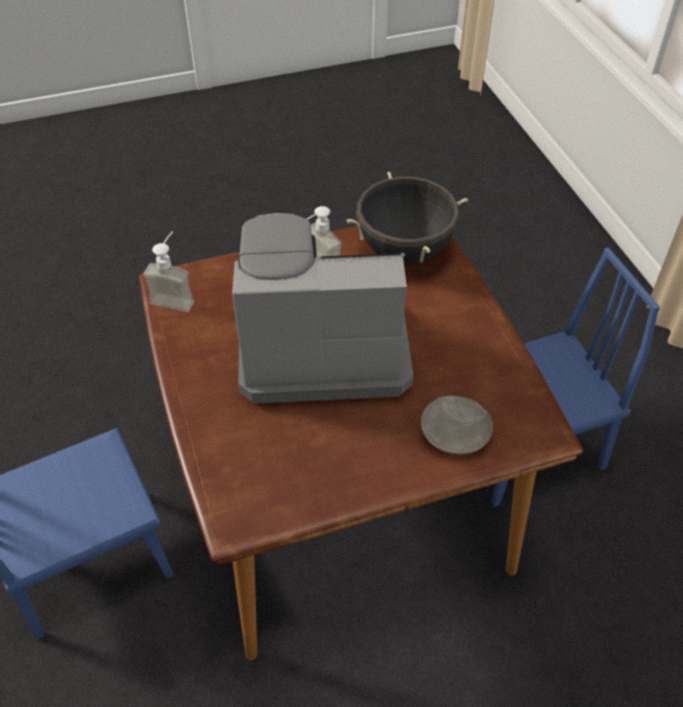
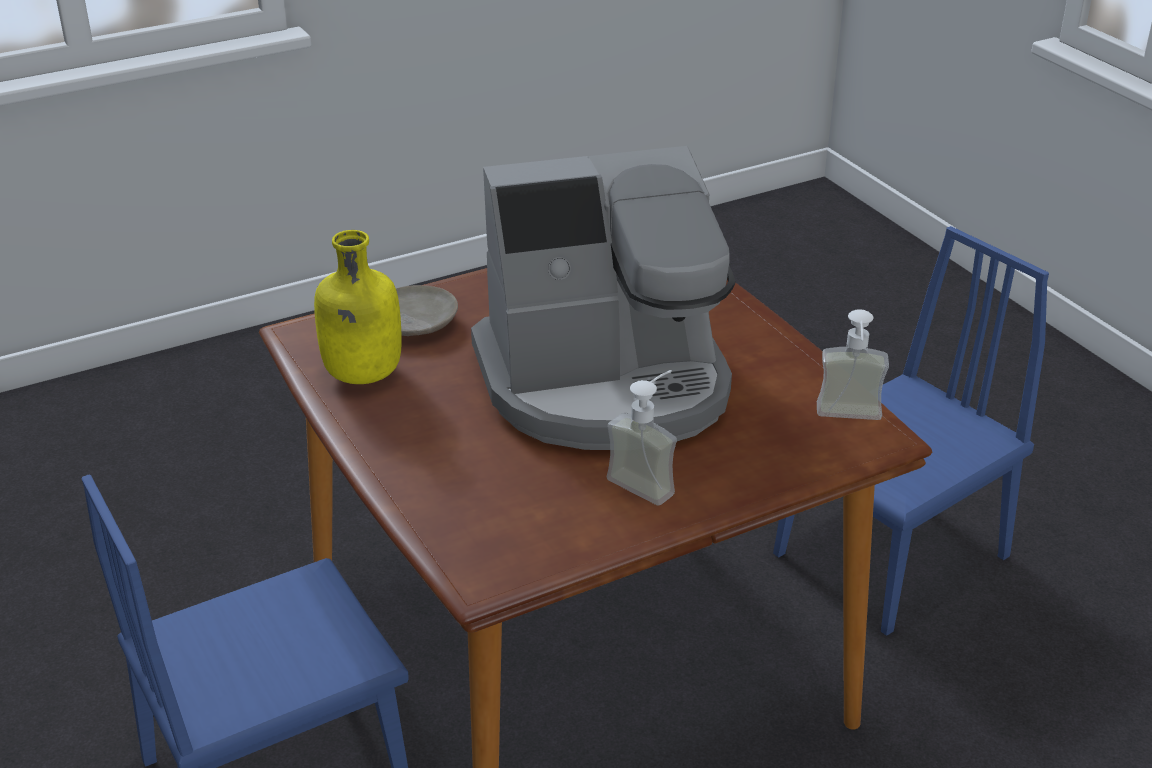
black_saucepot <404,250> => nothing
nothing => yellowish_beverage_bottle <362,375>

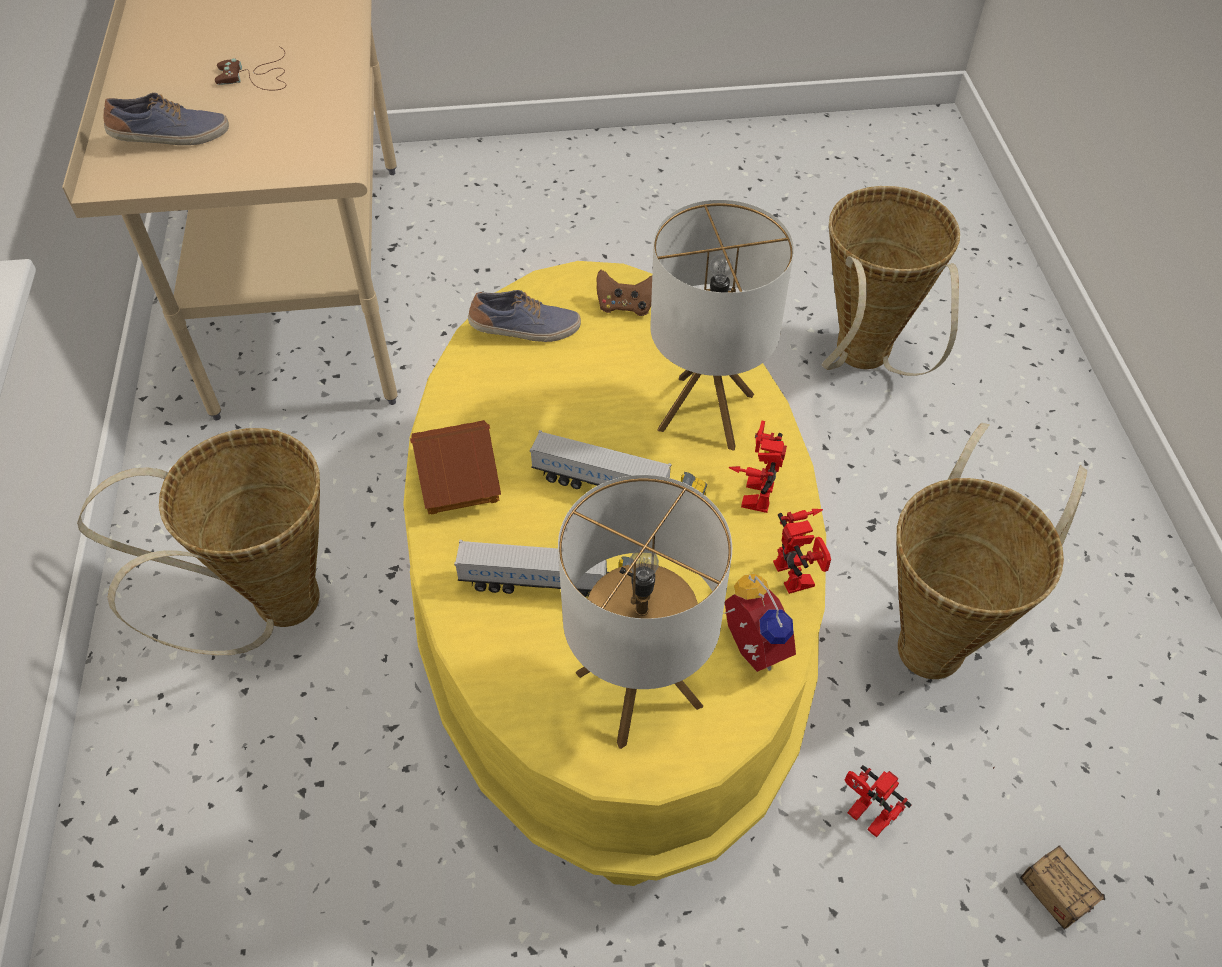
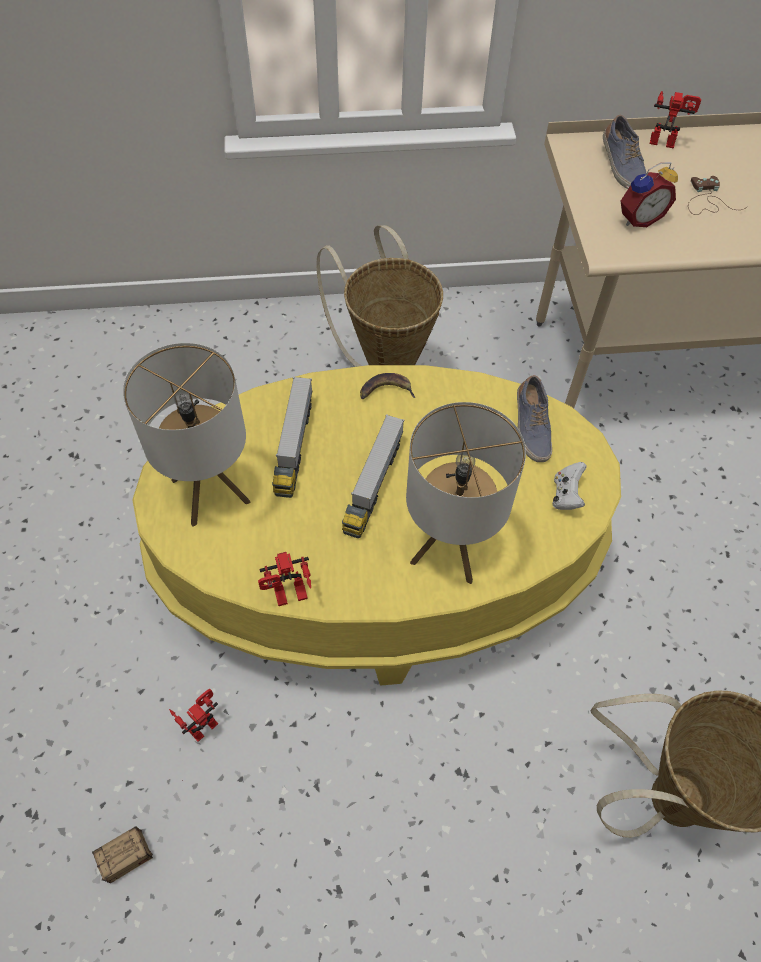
toy_house <456,478> => banana_fruit <385,391>
brownish_gamepad <625,306> => white-coloured_gamepad <566,495>
bedside_clock <749,650> => bedside_clock <638,218>, shifted
toy_robot <752,491> => toy_robot <664,139>, shifted
basket <937,639> => nothing

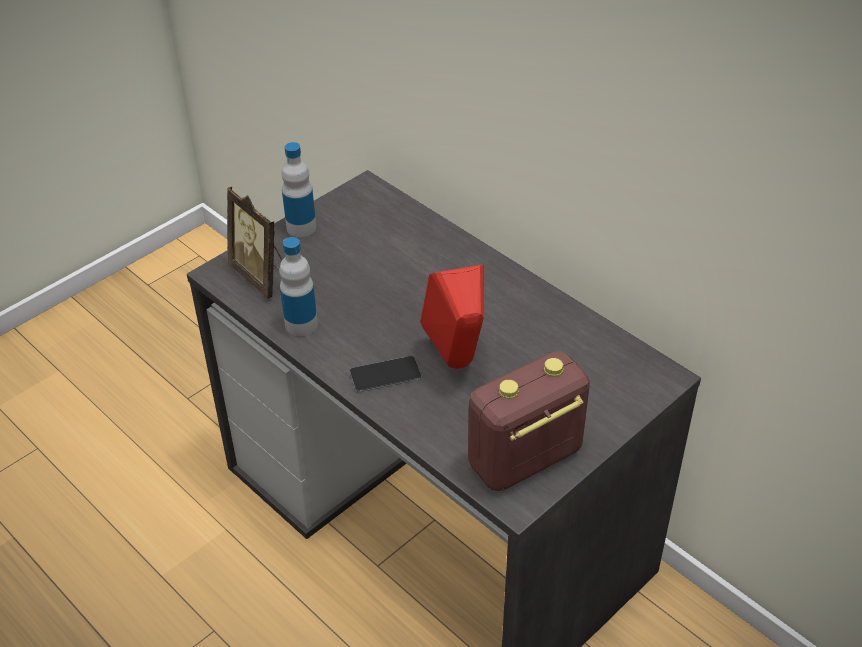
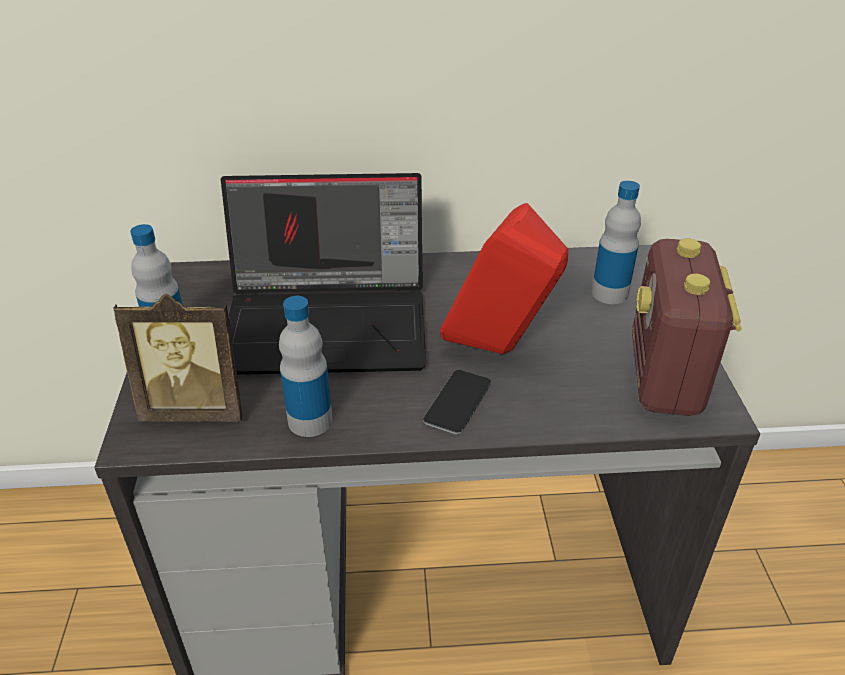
nothing => laptop <330,322>
nothing => beverage_bottle <609,293>

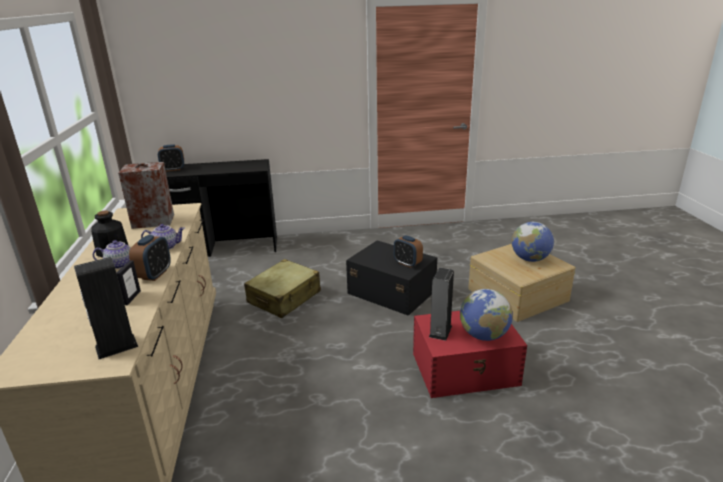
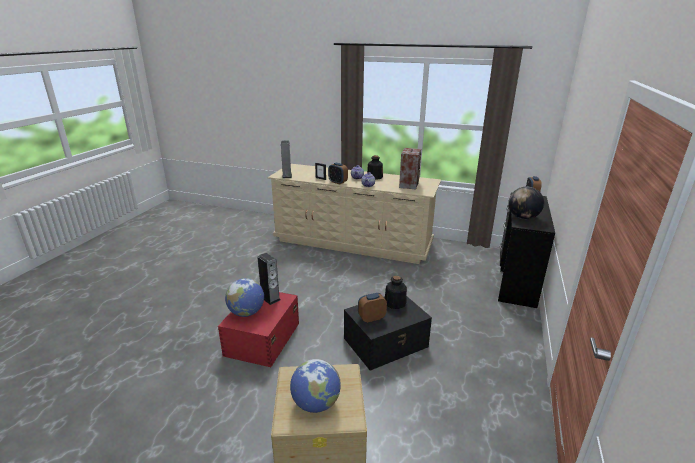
beige-coloured_travel_case <284,297> => nothing
nothing => beverage_bottle <394,303>
nothing => world_globe <522,218>

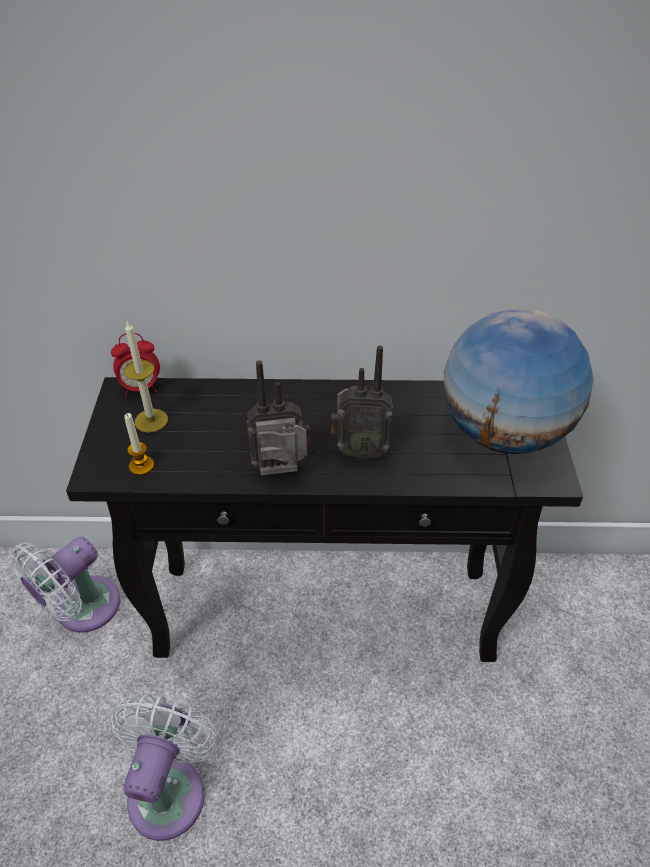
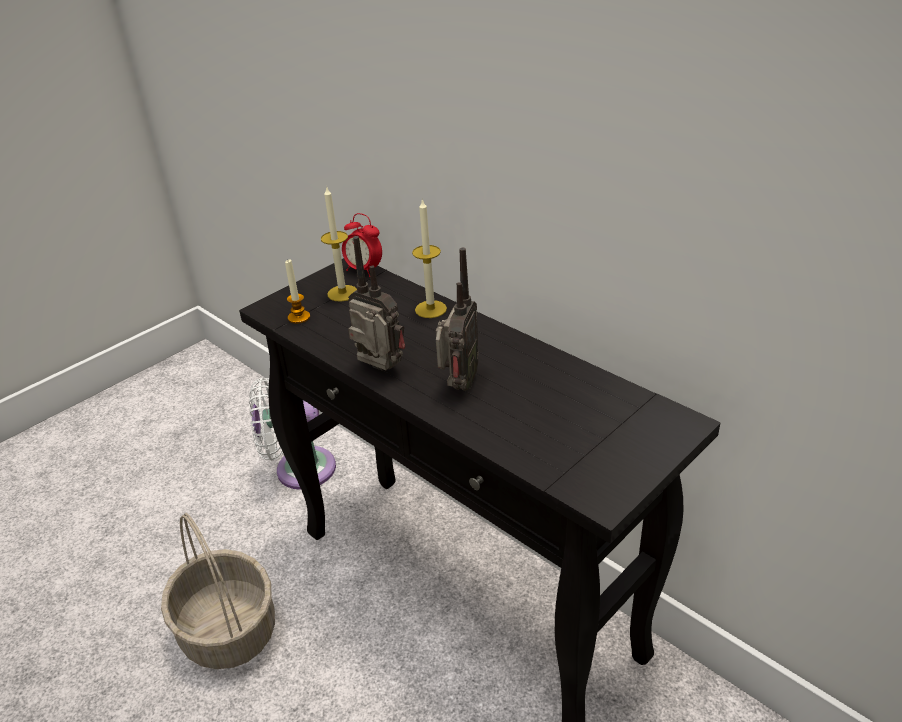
white-coloured_fan <170,788> => basket <227,631>
radio_set <359,451> => radio_set <458,385>, 120 degrees counterclockwise
world_globe <502,432> => nothing
nothing => wax_candle <430,309>

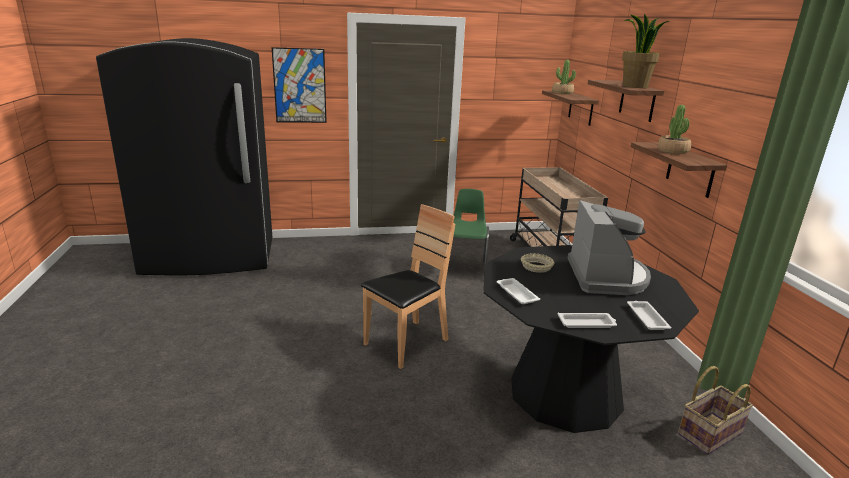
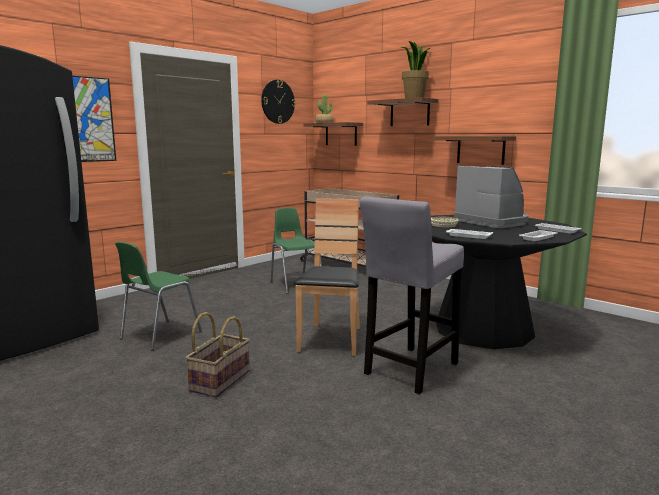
potted_plant <673,151> => nothing
basket <709,433> => basket <219,380>, shifted
nothing => green-coloured_chair <159,336>
nothing => hanging_clock <277,102>
nothing => gray_sitting_stool <409,371>

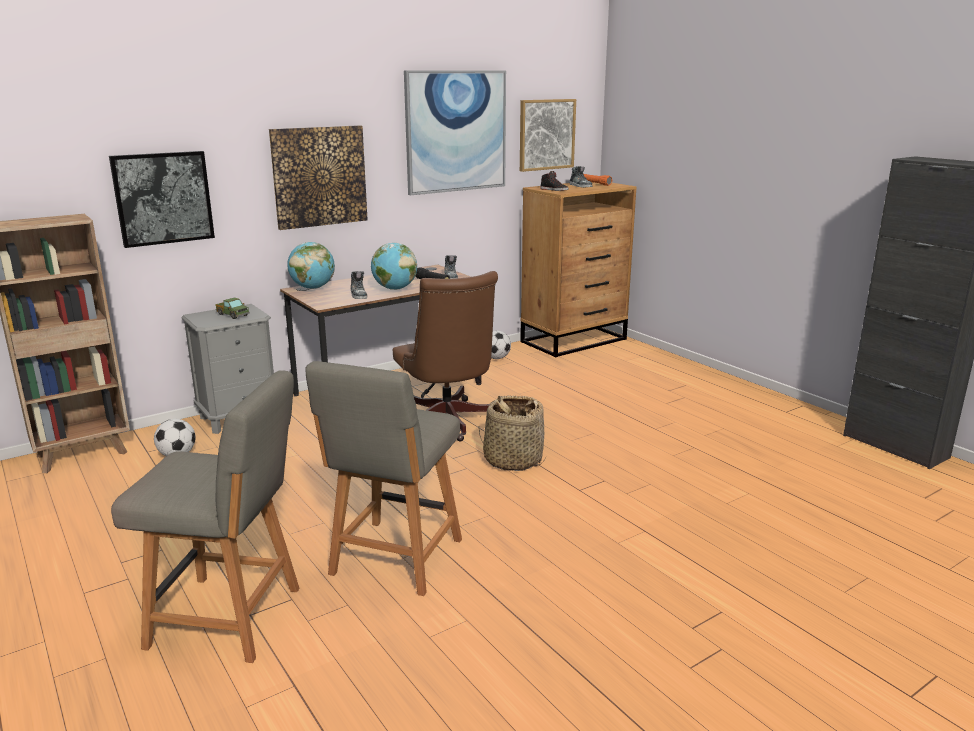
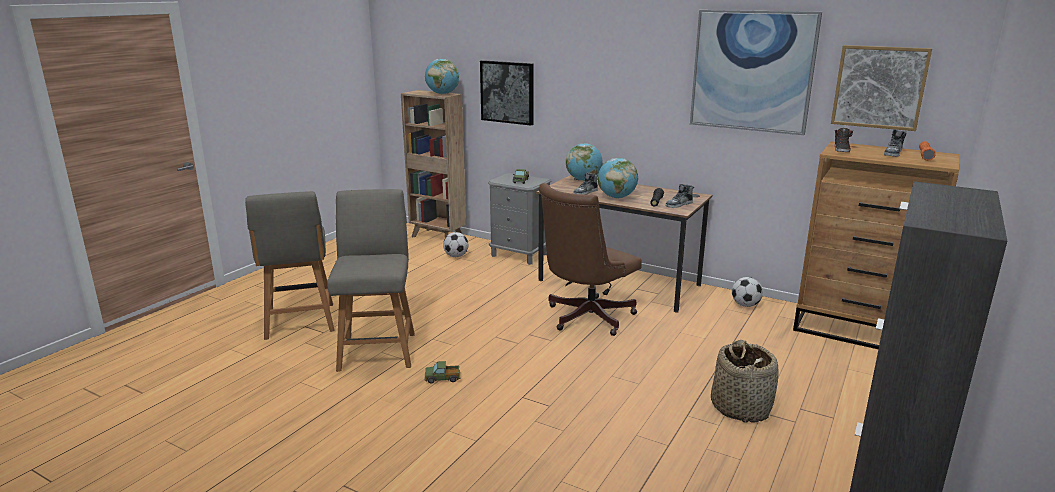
picture <319,176> => nothing
gray_chair <394,559> => gray_chair <377,349>, 90 degrees clockwise
basket <512,460> => basket <740,407>, shifted
nothing => world_globe <442,94>
nothing => model_truck <442,378>

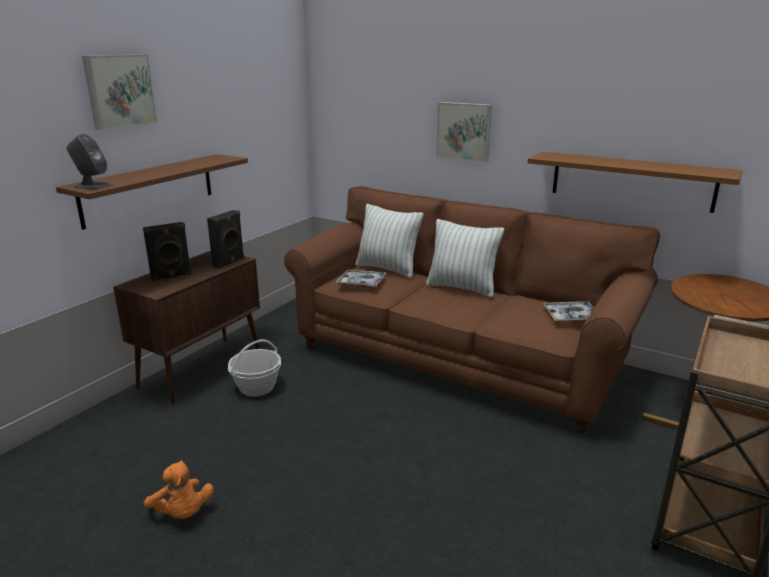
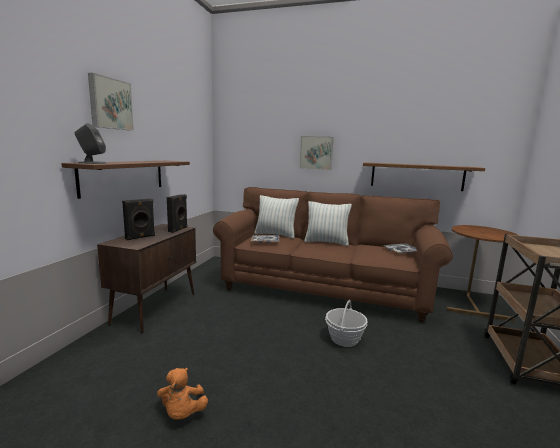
orangey_cuddly_toy <182,513> => orangey_cuddly_toy <182,413>, 45 degrees clockwise
basket <257,387> => basket <344,339>, shifted

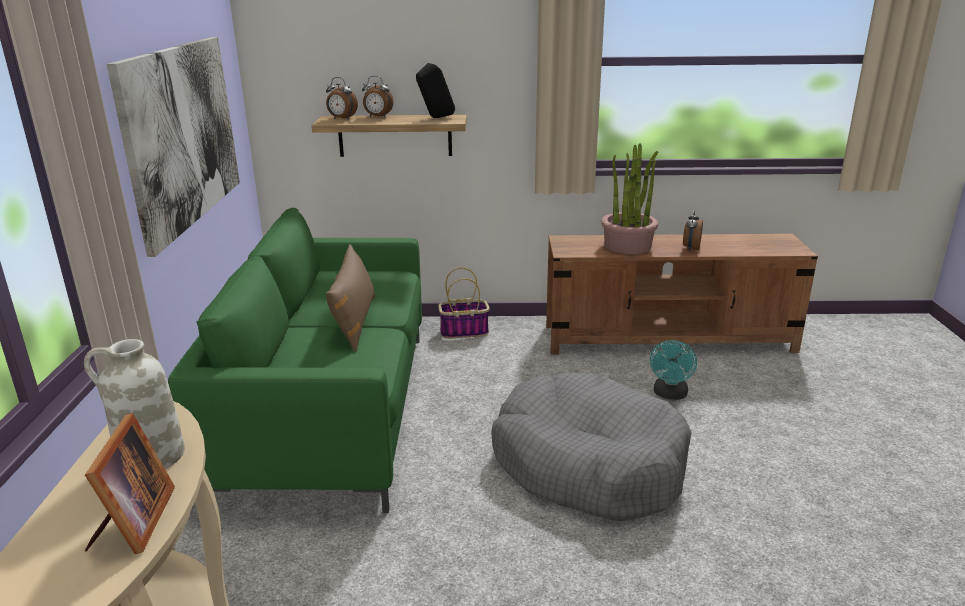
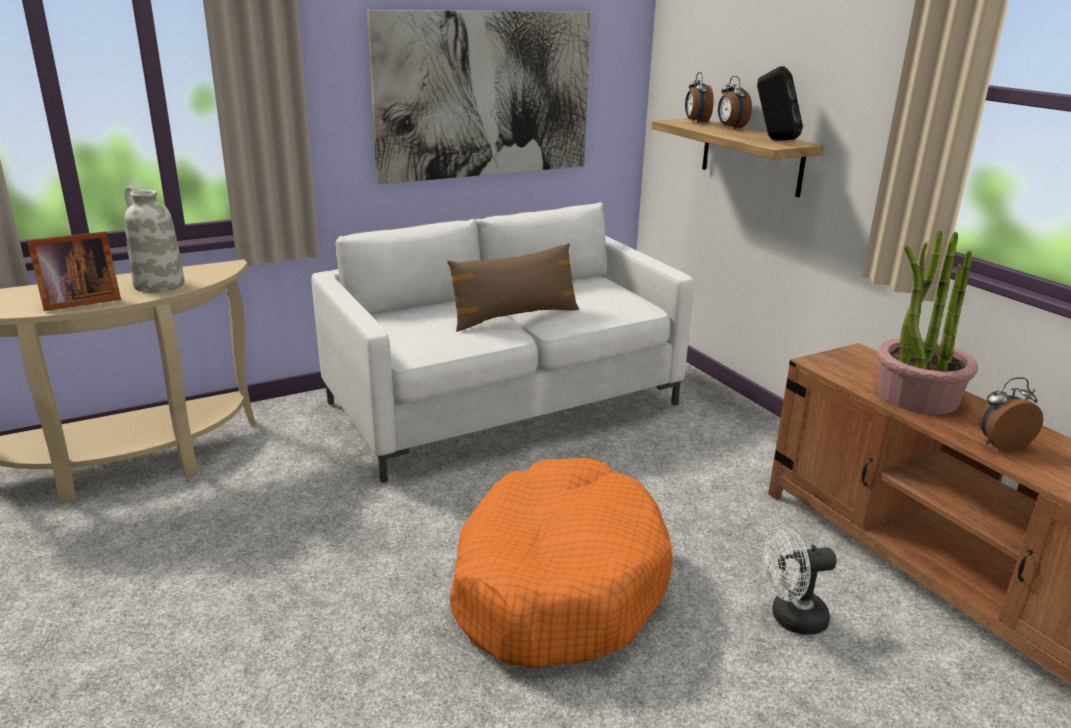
green-coloured_couch <330,414> => white-coloured_couch <503,406>
basket <464,331> => nothing
gray_dog_cushion <588,464> => orangey_dog_cushion <557,583>
turquoise_fan <670,395> => white-coloured_fan <790,618>

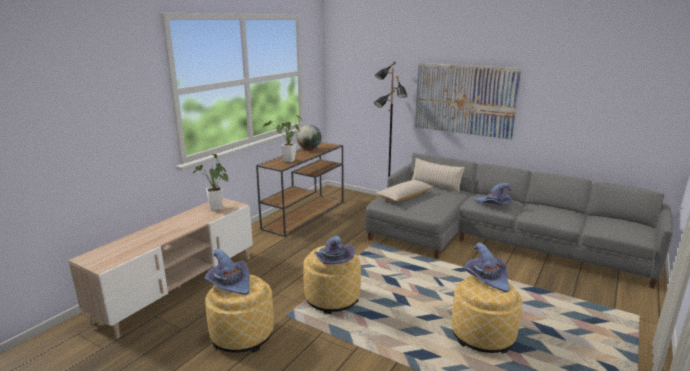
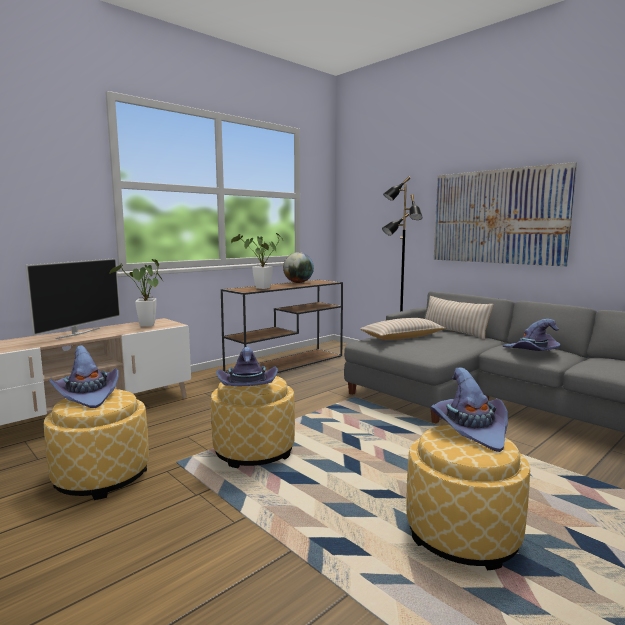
nothing => television <78,333>

